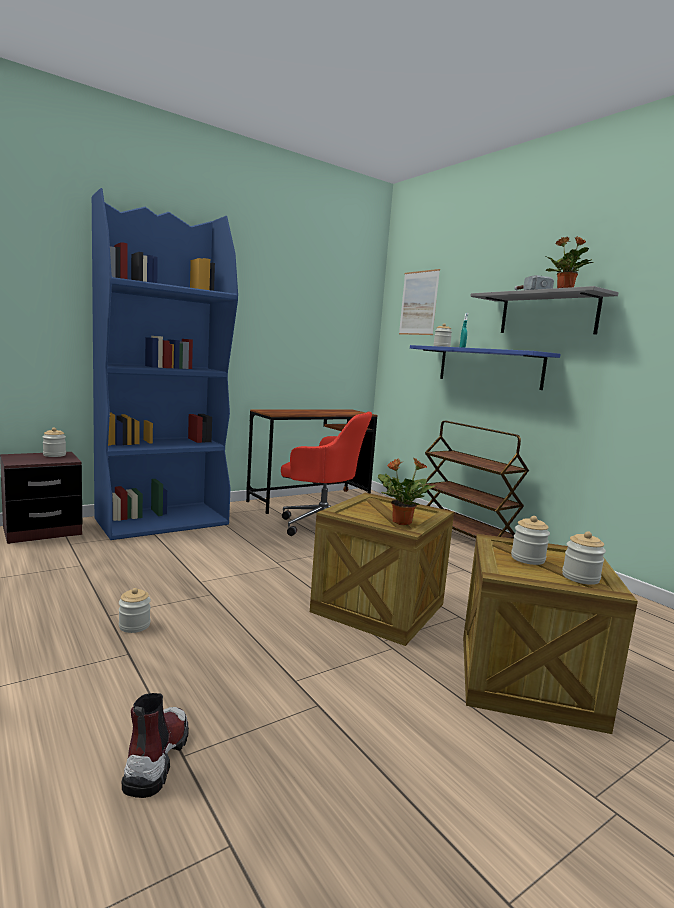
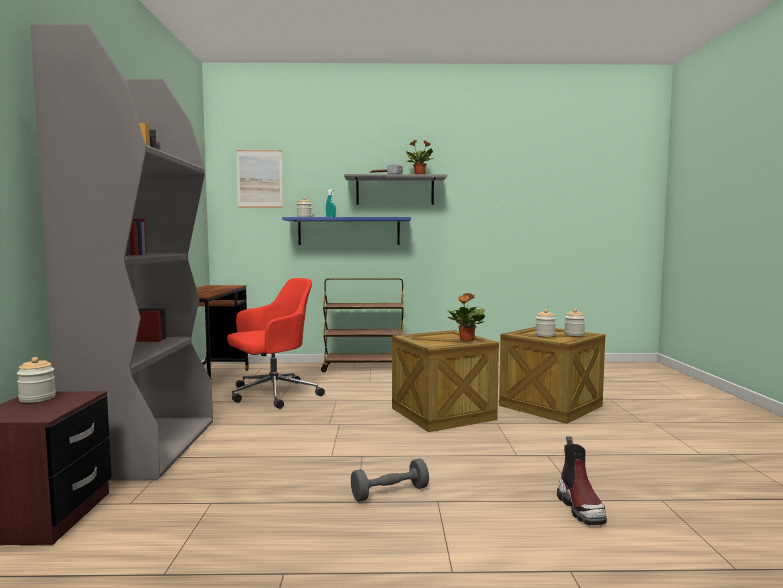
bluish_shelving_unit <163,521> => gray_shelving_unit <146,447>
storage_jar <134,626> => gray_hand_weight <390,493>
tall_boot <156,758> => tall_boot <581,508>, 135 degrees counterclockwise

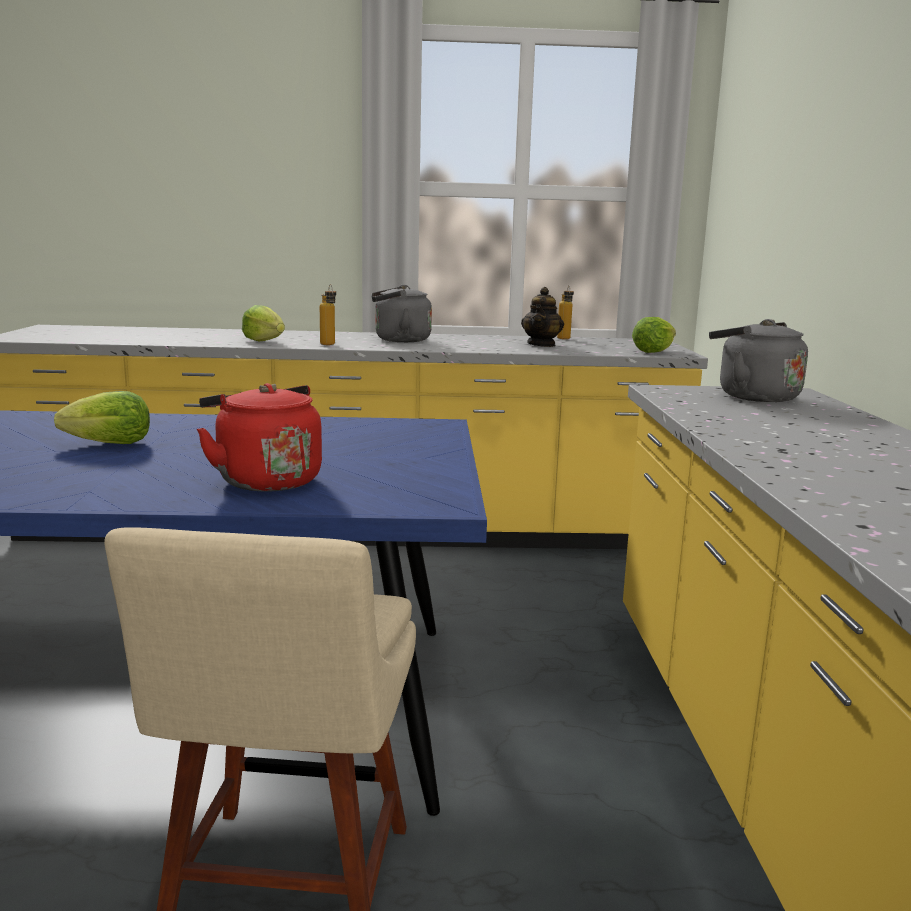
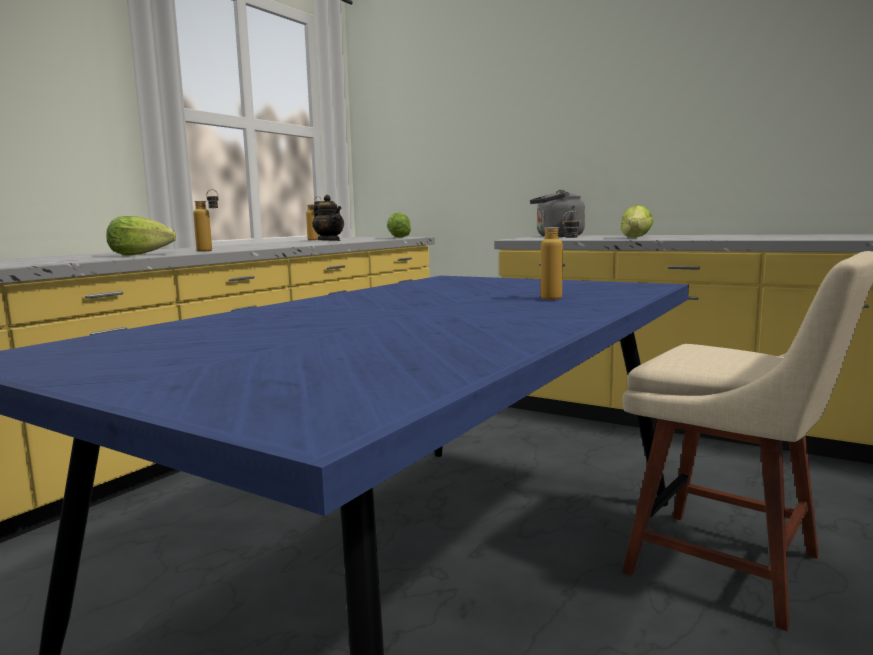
lettuce_head <110,444> => lettuce_head <635,238>, shifted
red_tea_kettle <265,480> => beverage_bottle <560,298>
gray_tea_kettle <398,340> => nothing

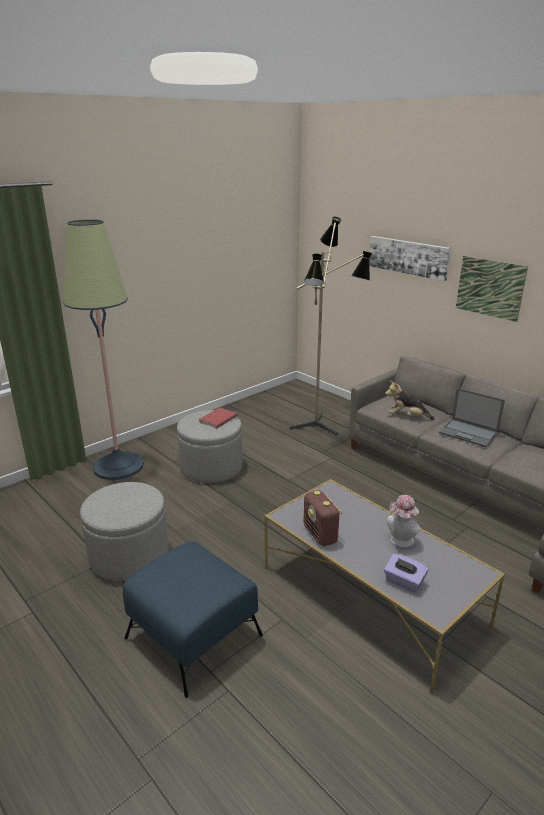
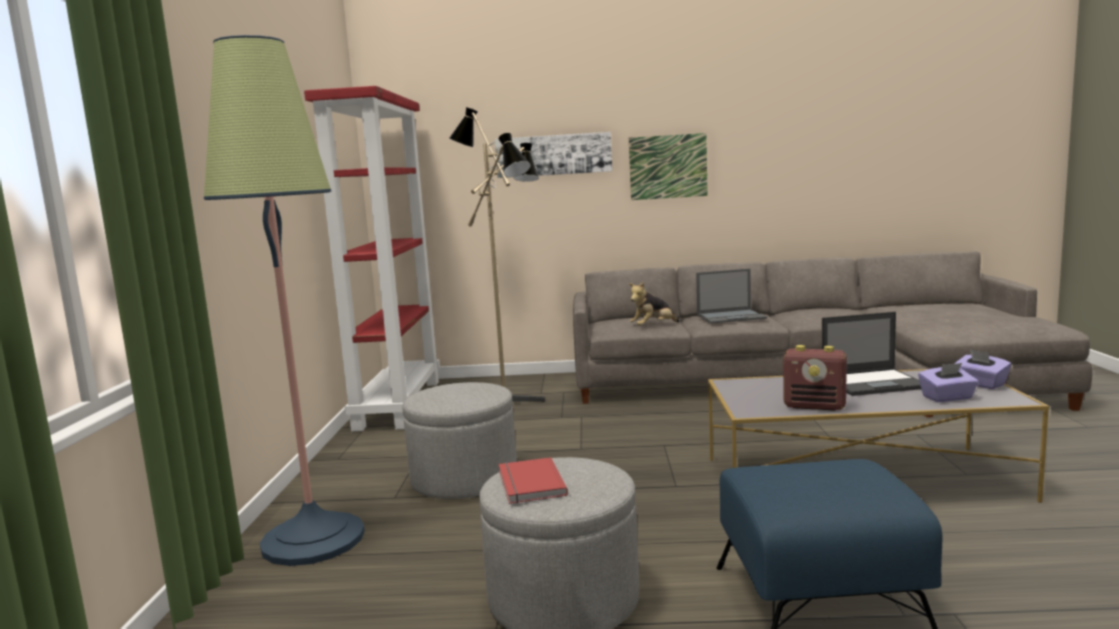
red_bound_book <217,419> => red_bound_book <529,484>, shifted
hat <400,541> => laptop <874,383>
nothing => red_shelving_unit <398,404>
nothing => purple_tissue_holder <980,384>

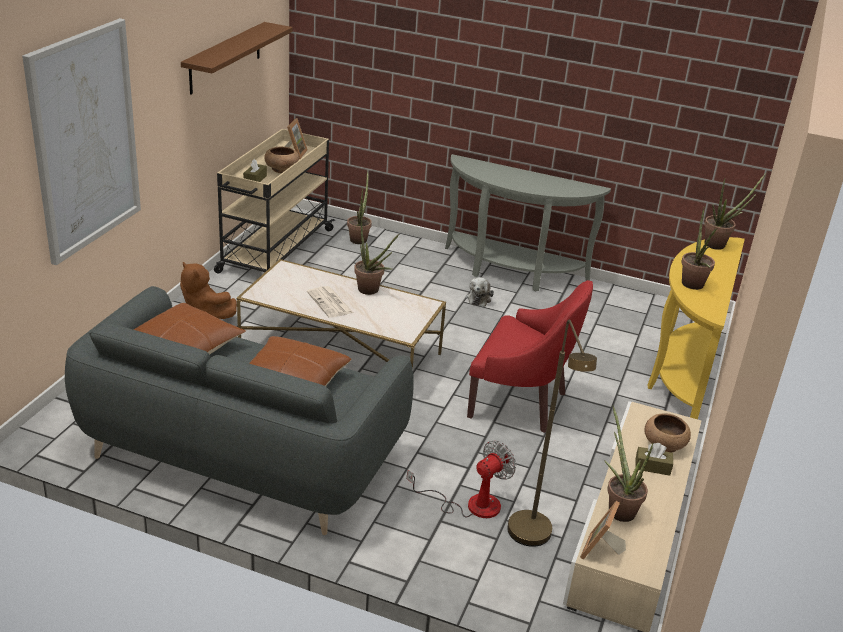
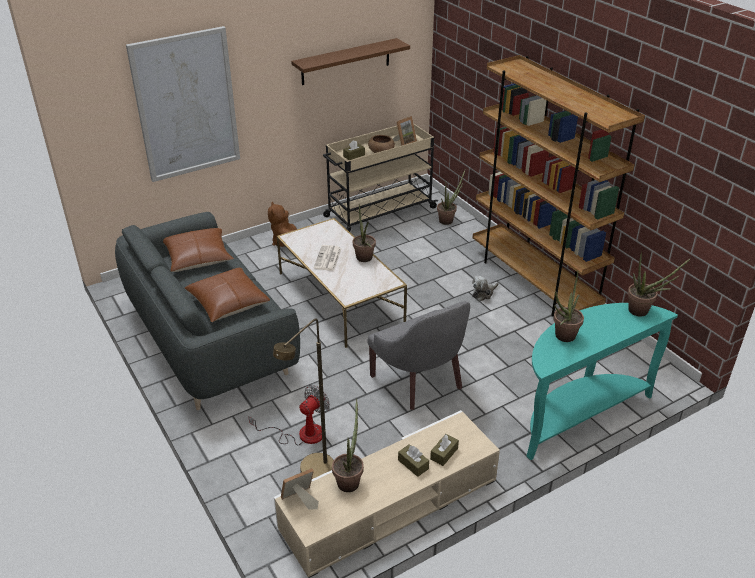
fan <471,504> => fan <301,434>, 45 degrees counterclockwise
gray_narrow_table <510,272> => brownish_shelving_unit <534,282>
red_easy_chair <520,402> => gray_easy_chair <420,381>
brownish_deep_dish <664,445> => brownish_tissue_holder <444,453>
yellowish_narrow_table <681,375> => turquoise_narrow_table <577,414>

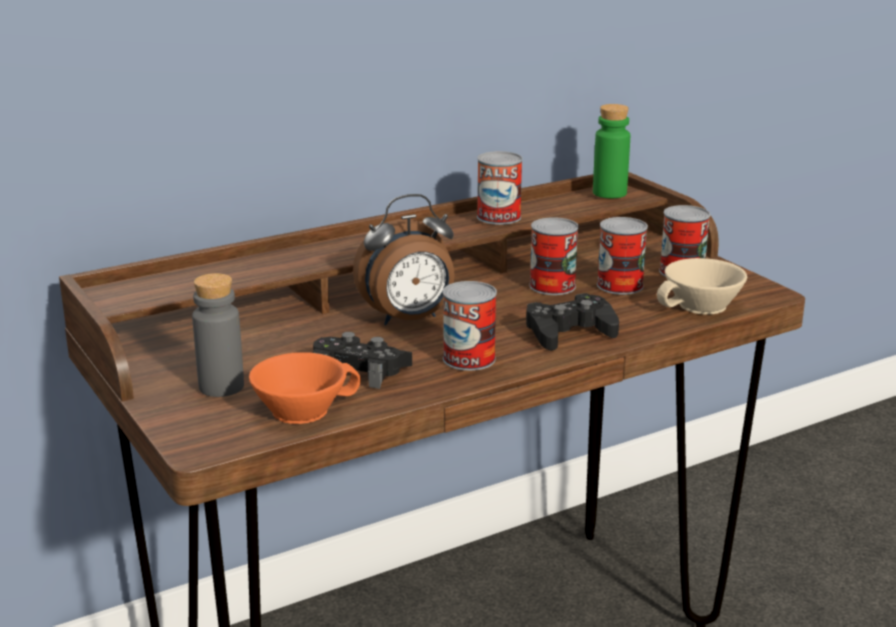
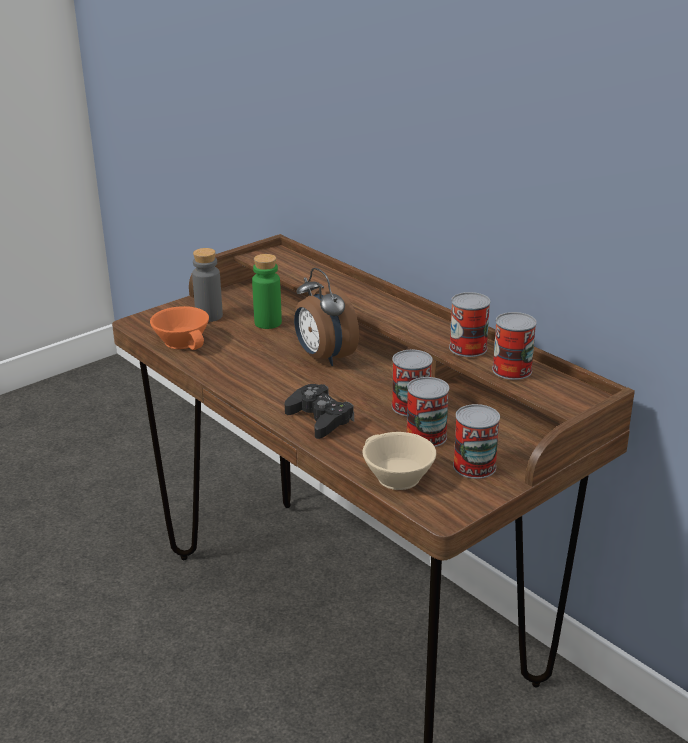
black_gamepad <360,371> => nothing
can <469,359> => can <512,370>, shifted
green-coloured_beverage_bottle <609,193> => green-coloured_beverage_bottle <268,323>, shifted

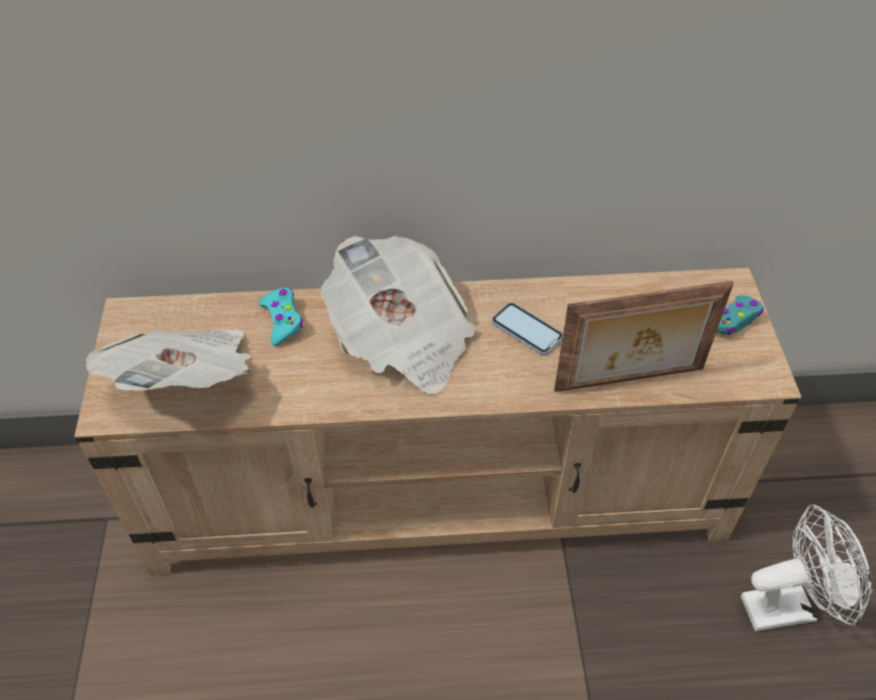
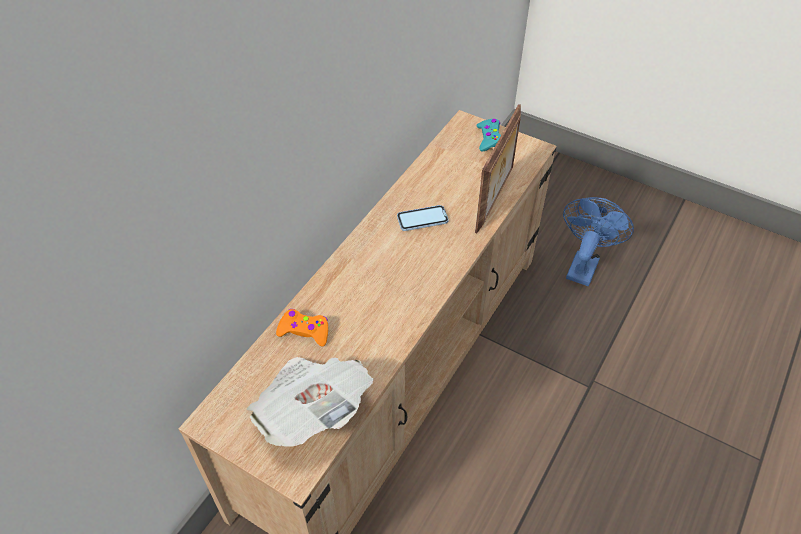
turquoise_gamepad <282,320> => orangey_gamepad <304,331>
printed_paper <402,340> => nothing
white-coloured_fan <788,606> => bluish_fan <583,264>

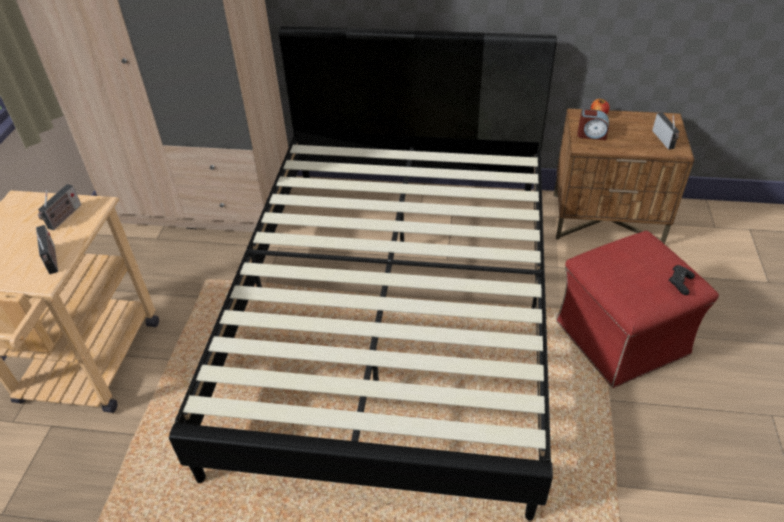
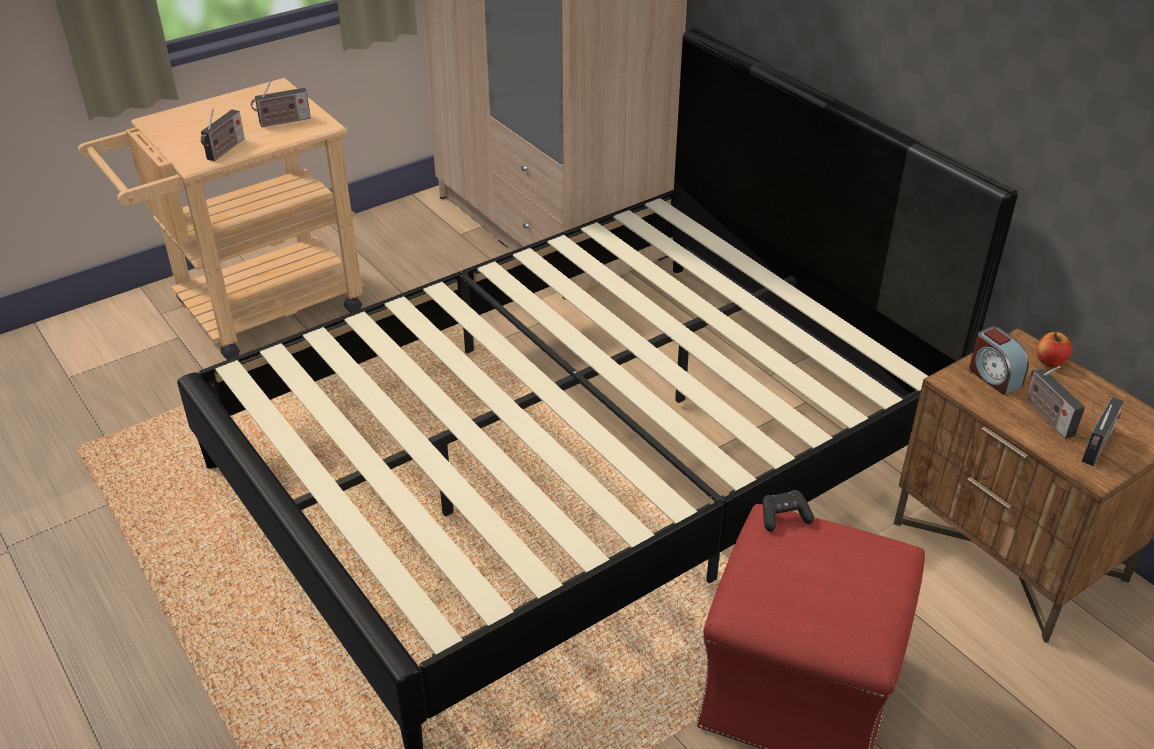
black_gamepad <679,283> => black_gamepad <784,517>, shifted
nothing => radio_set <1046,416>

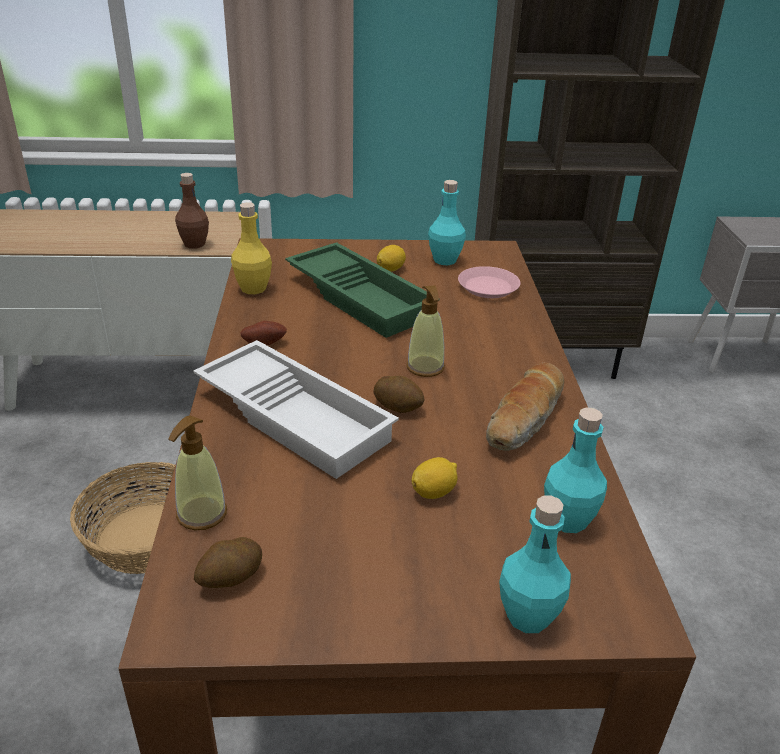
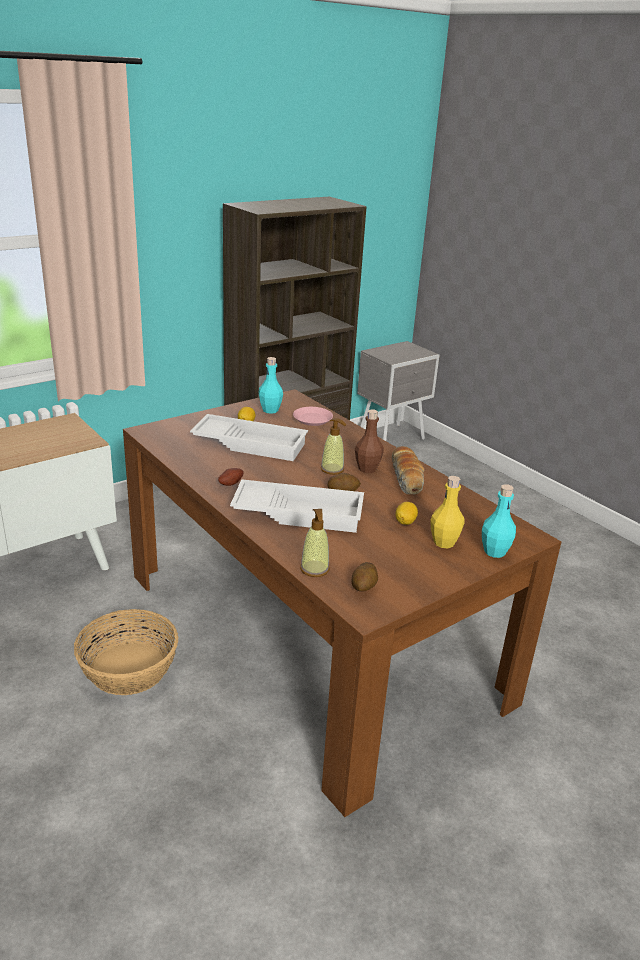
brownish_beverage_bottle <194,244> => brownish_beverage_bottle <367,469>, shifted
yellowish_beverage_bottle <253,288> => yellowish_beverage_bottle <444,542>, shifted
green-coloured_serving_tray <362,297> => white-coloured_serving_tray <251,443>
turquoise_beverage_bottle <568,520> => nothing

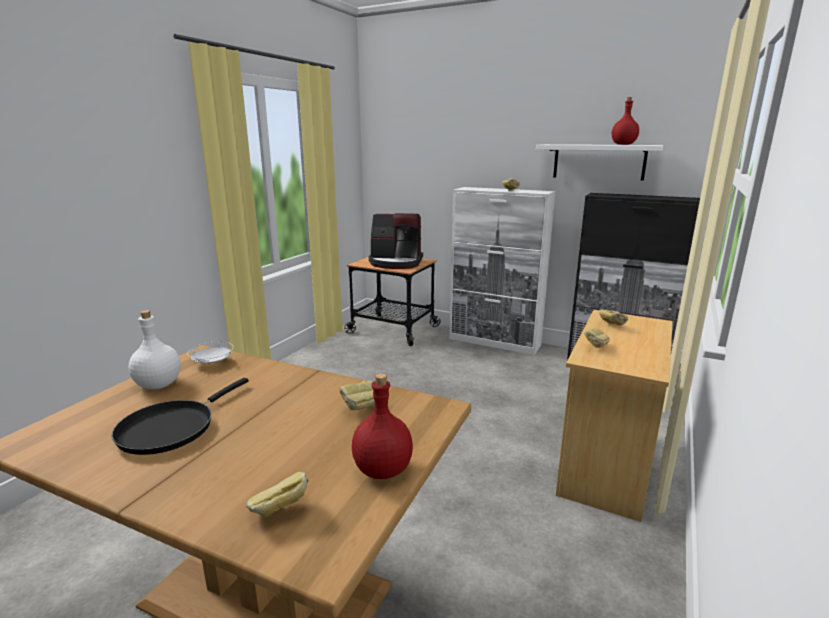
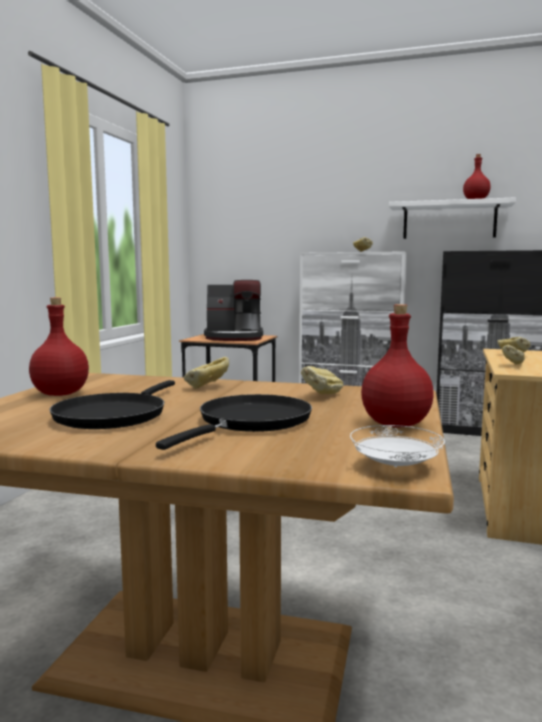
white-coloured_beverage_bottle <159,385> => red_beverage_bottle <61,394>
white-coloured_flat_dish <212,363> => white-coloured_flat_dish <394,467>, shifted
bread <281,512> => bread <207,387>, shifted
nothing => black_pan <250,422>

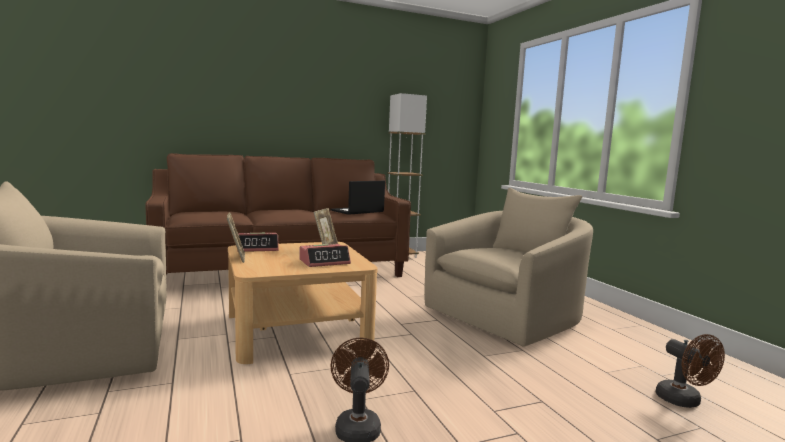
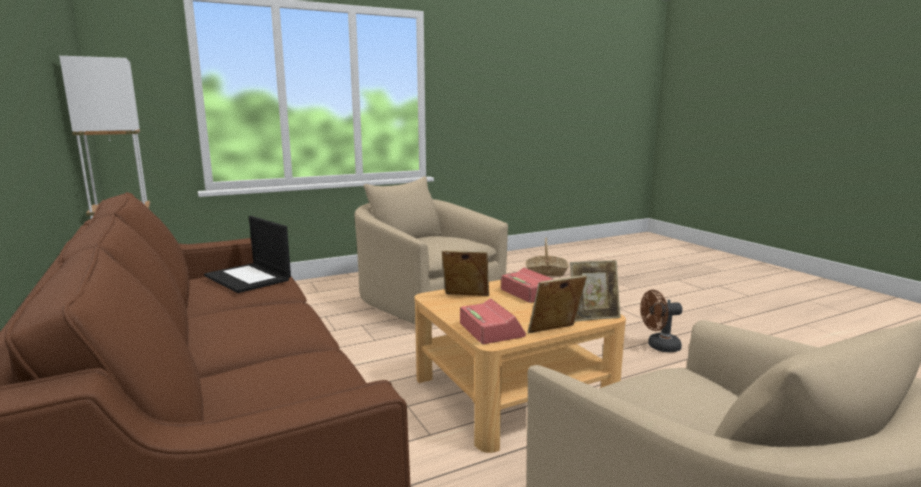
brownish_fan <684,401> => basket <546,272>
nothing => standing_frame <593,316>

